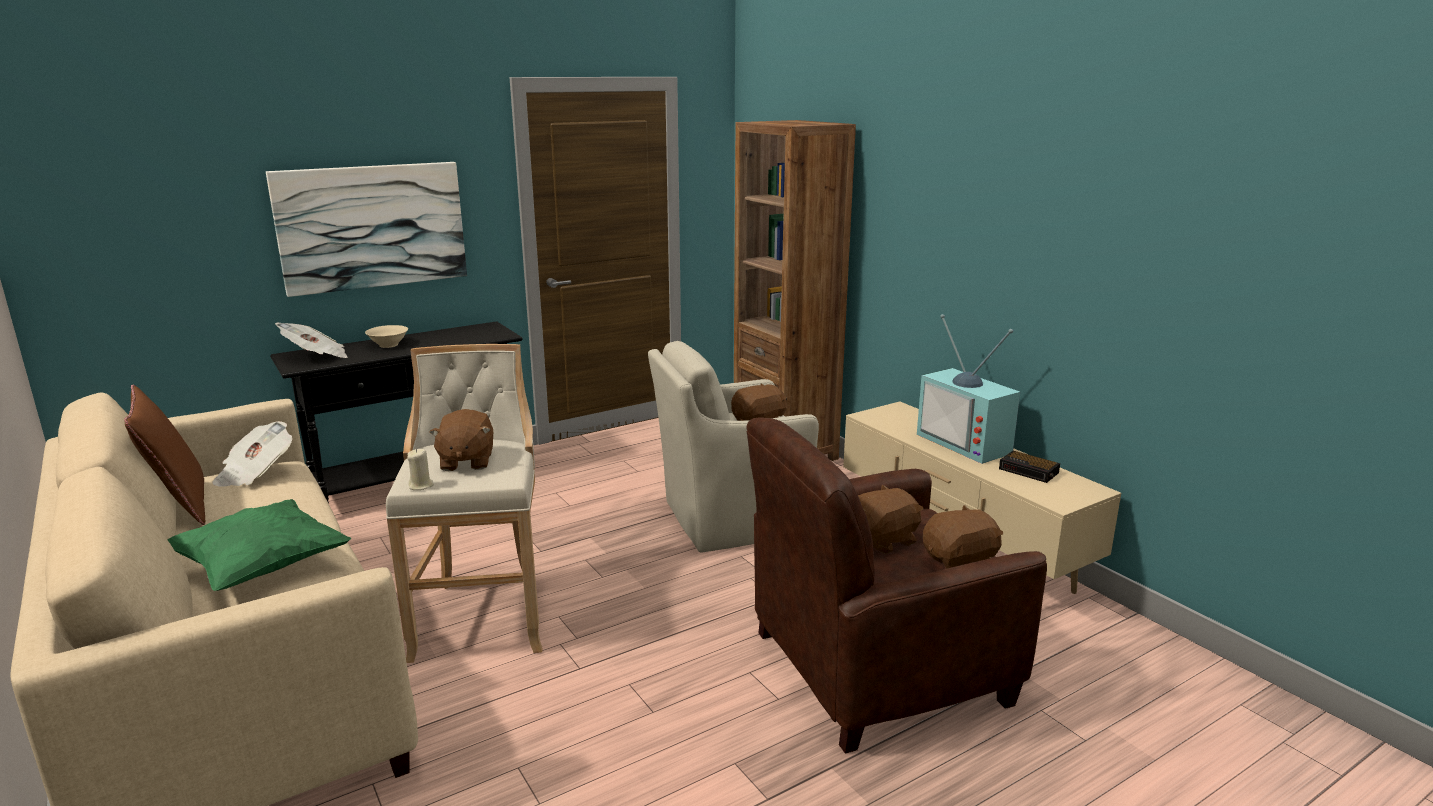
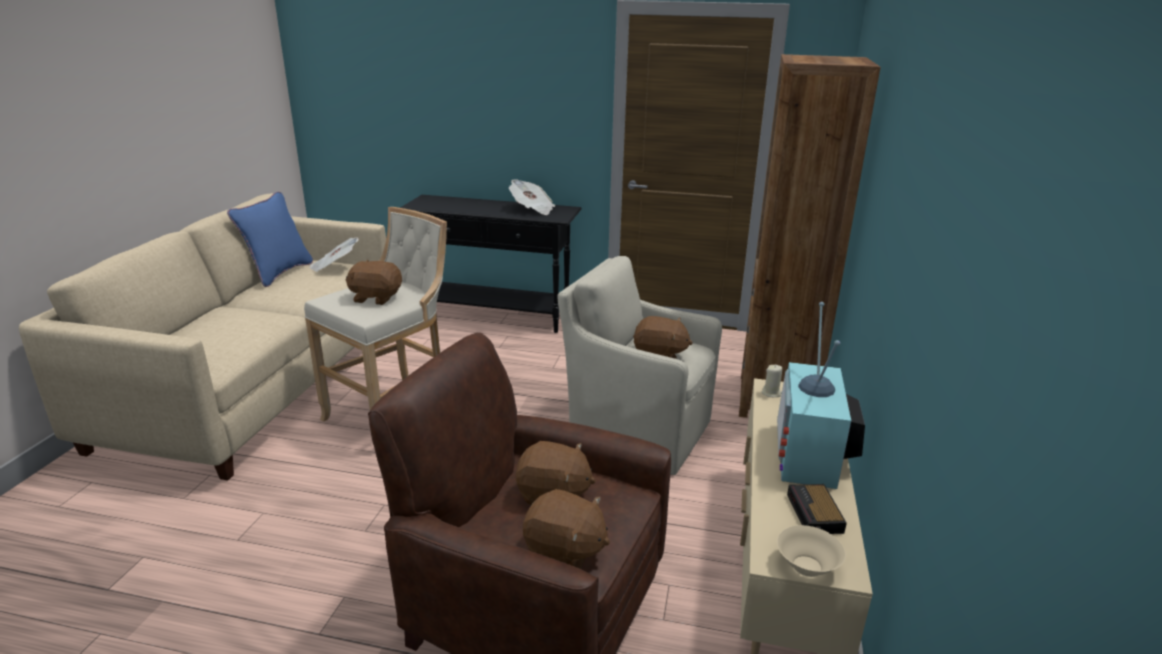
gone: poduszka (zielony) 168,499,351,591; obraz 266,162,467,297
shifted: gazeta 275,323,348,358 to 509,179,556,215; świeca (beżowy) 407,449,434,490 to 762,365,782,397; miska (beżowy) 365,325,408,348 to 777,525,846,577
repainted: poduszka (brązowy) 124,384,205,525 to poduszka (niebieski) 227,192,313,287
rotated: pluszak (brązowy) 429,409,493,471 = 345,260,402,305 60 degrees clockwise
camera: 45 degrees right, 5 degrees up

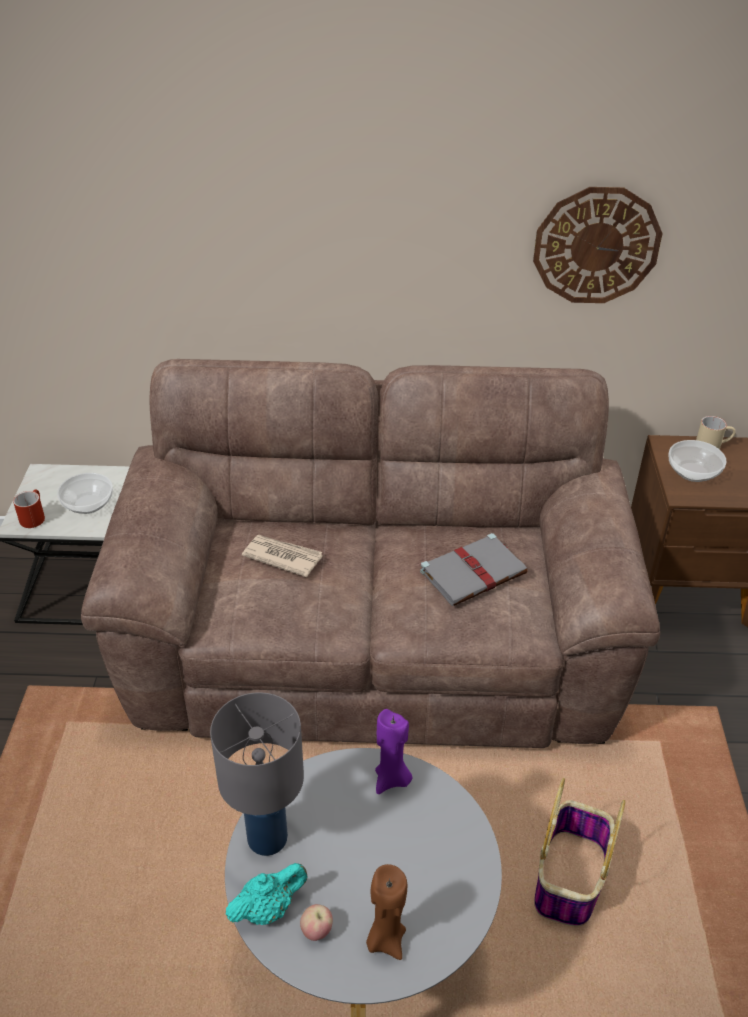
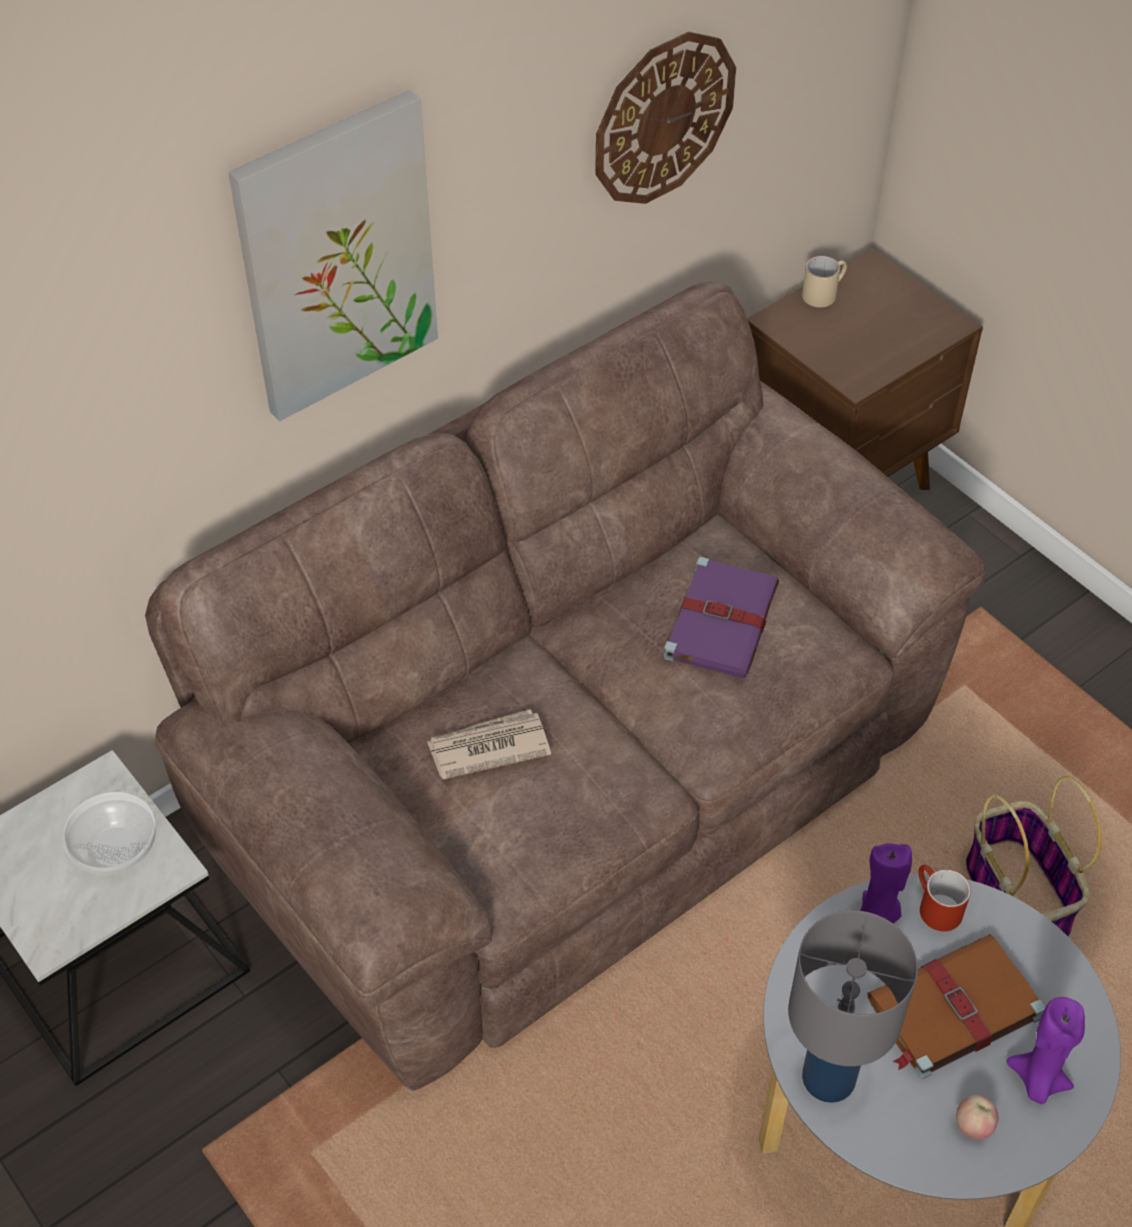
gone: imbryk (turkusowy) 226,863,307,925; miska 668,440,727,482
new: obraz 228,90,438,422; książka (brązowy) 867,934,1046,1079
shifted: kubek (czerwony) 13,489,45,528 to 918,865,971,932
repainted: książka (szary) 420,533,527,606 to książka (fioletowy) 663,557,779,678; świeca (brązowy) 366,864,407,960 to świeca (fioletowy) 1006,997,1085,1104
camera: 40 degrees left, 10 degrees up

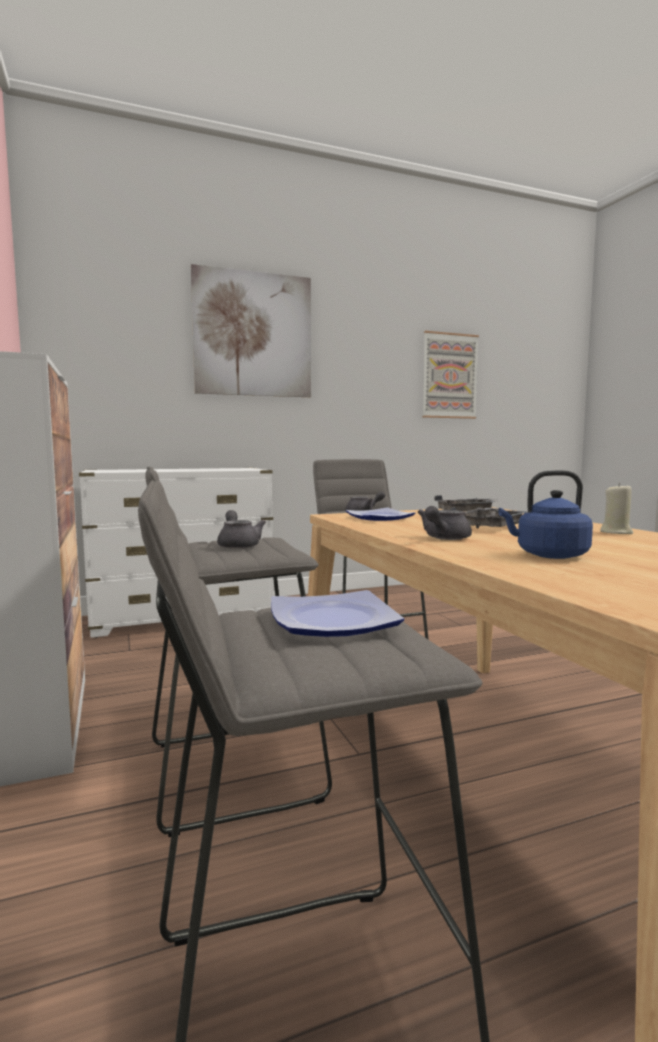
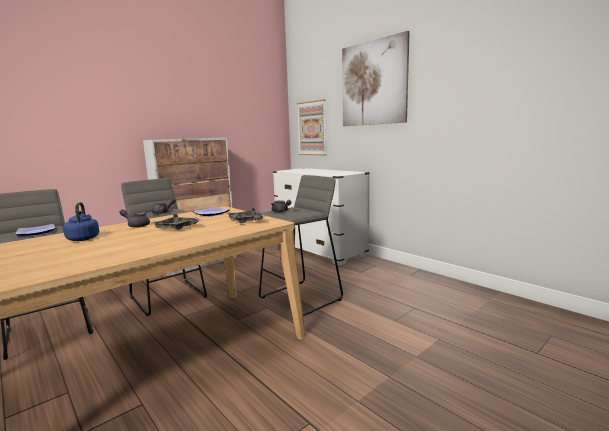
gone: świeca (beżowy) 600,483,633,534
shifted: obraz 422,331,479,419 to 297,99,326,156
camera: 70 degrees right, 5 degrees up

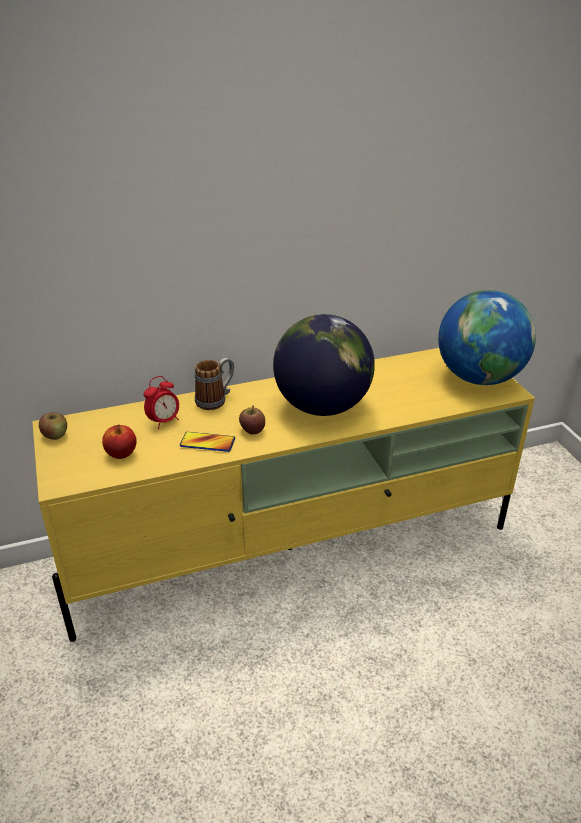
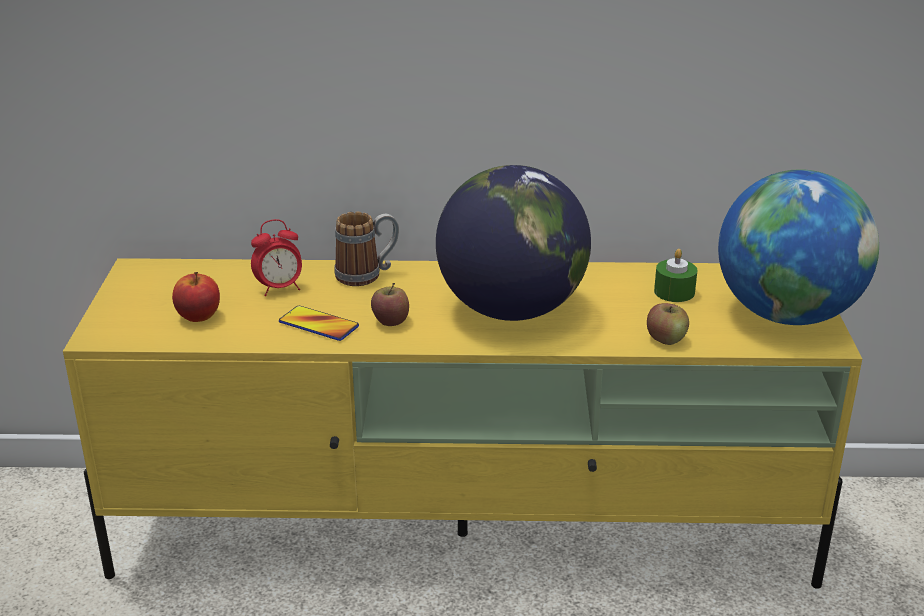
new: świeca (zielony) 654,249,697,302
shifted: jabłko 39,412,67,440 to 647,303,689,345
camera: 20 degrees right, 5 degrees down

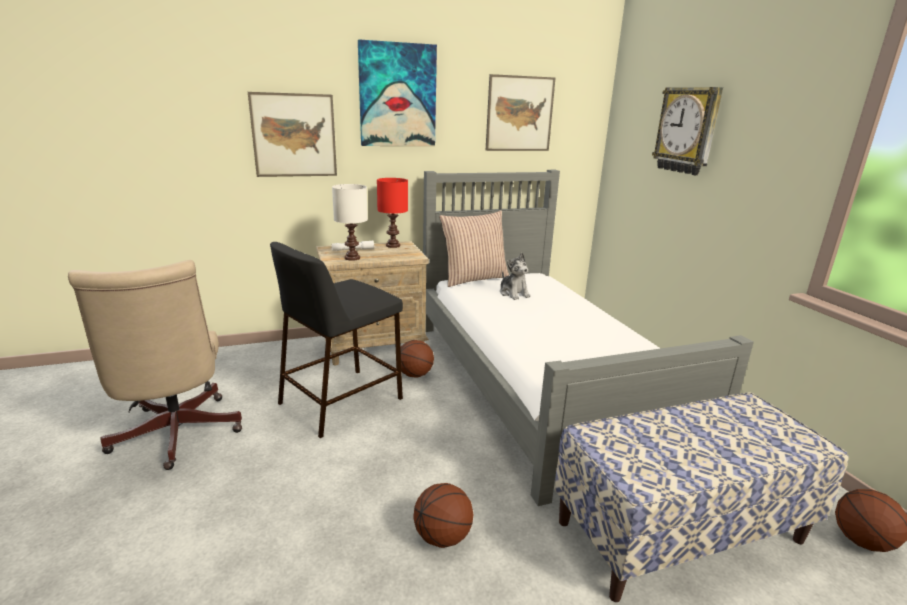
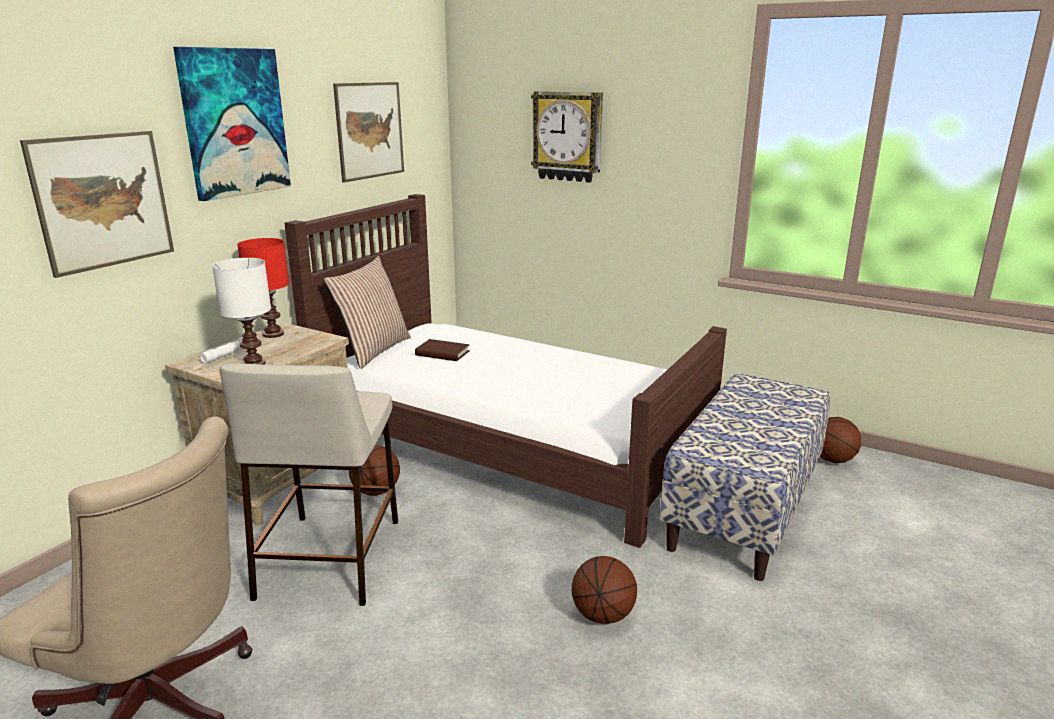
swapped: pluszak 500,253,531,300 to książka (brązowy) 415,339,470,361
repainted: stołek (czarny) 270,242,403,438 to stołek (beżowy) 219,363,398,606; łóżko (szary) 423,170,754,506 to łóżko (brązowy) 284,194,727,548
camera: 40 degrees left, 0 degrees up

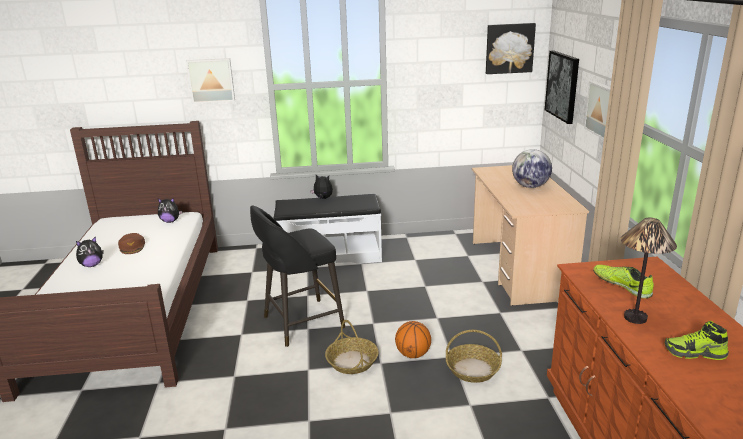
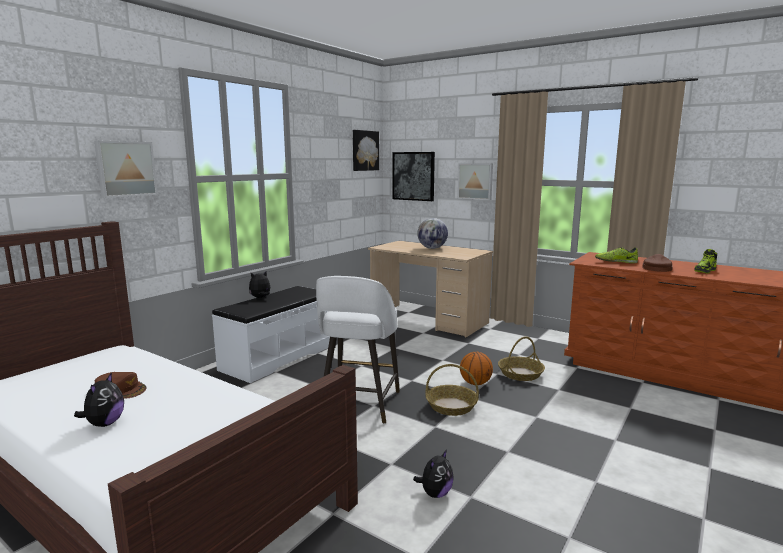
shifted: pluszak 158,198,182,223 to 413,450,454,498
swapped: lampa stołowa 620,217,677,324 to czapka z daszkiem (brązowy) 642,254,673,272
repainted: stołek (czarny) 250,206,345,347 to stołek (biały) 316,276,400,424
camera: 50 degrees left, 10 degrees down

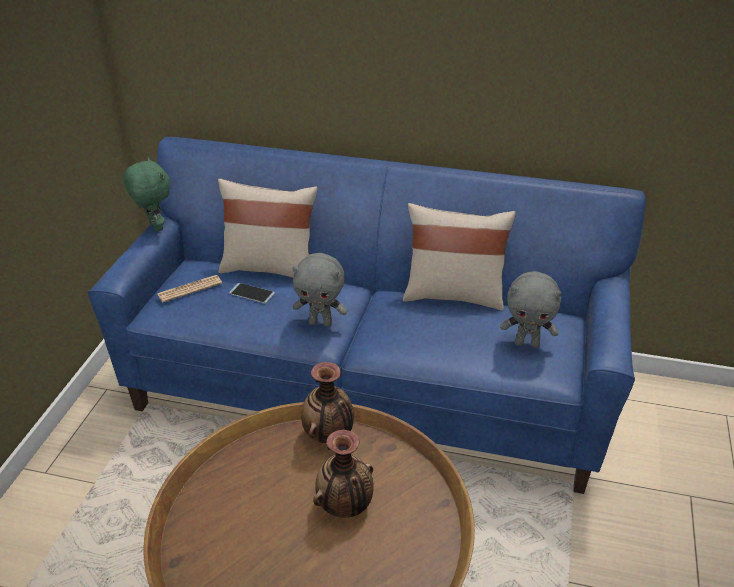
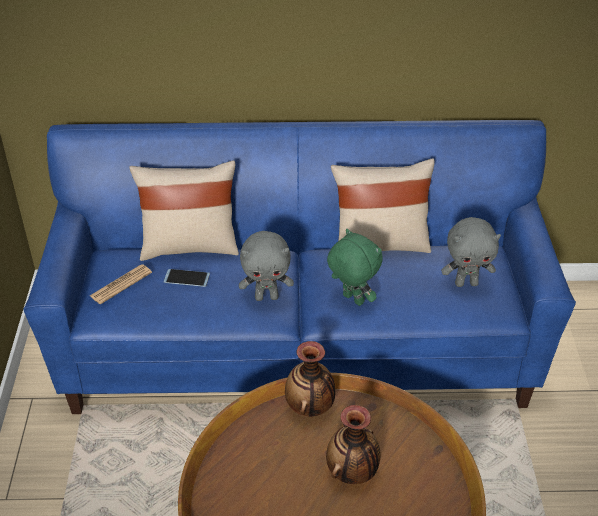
shifted: pluszak (zielony) 123,157,171,232 to 327,229,383,306
camera: 15 degrees left, 5 degrees up

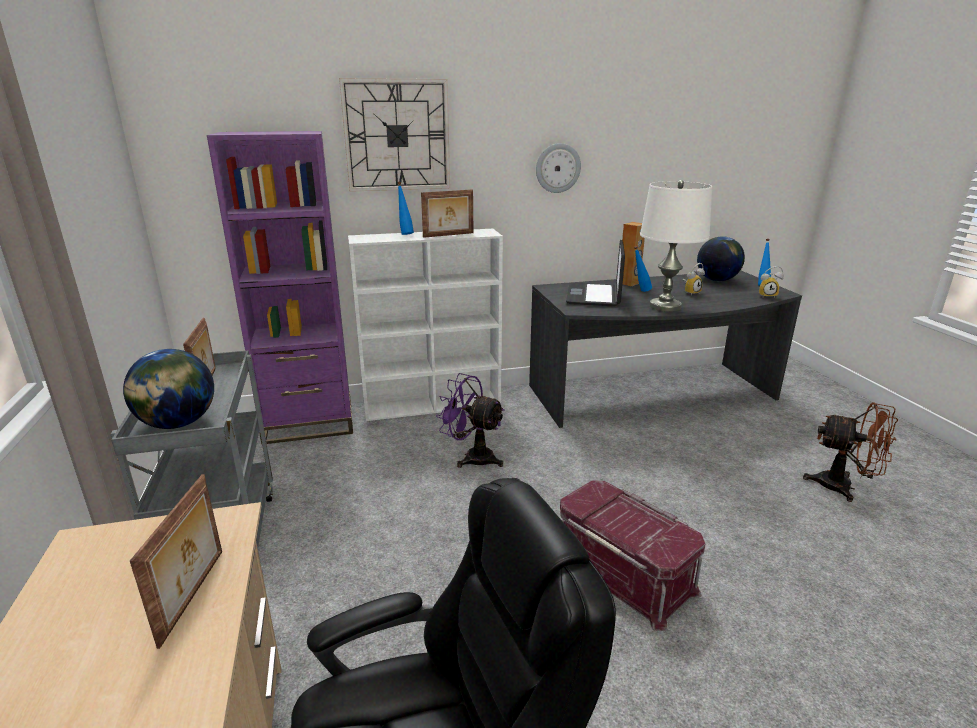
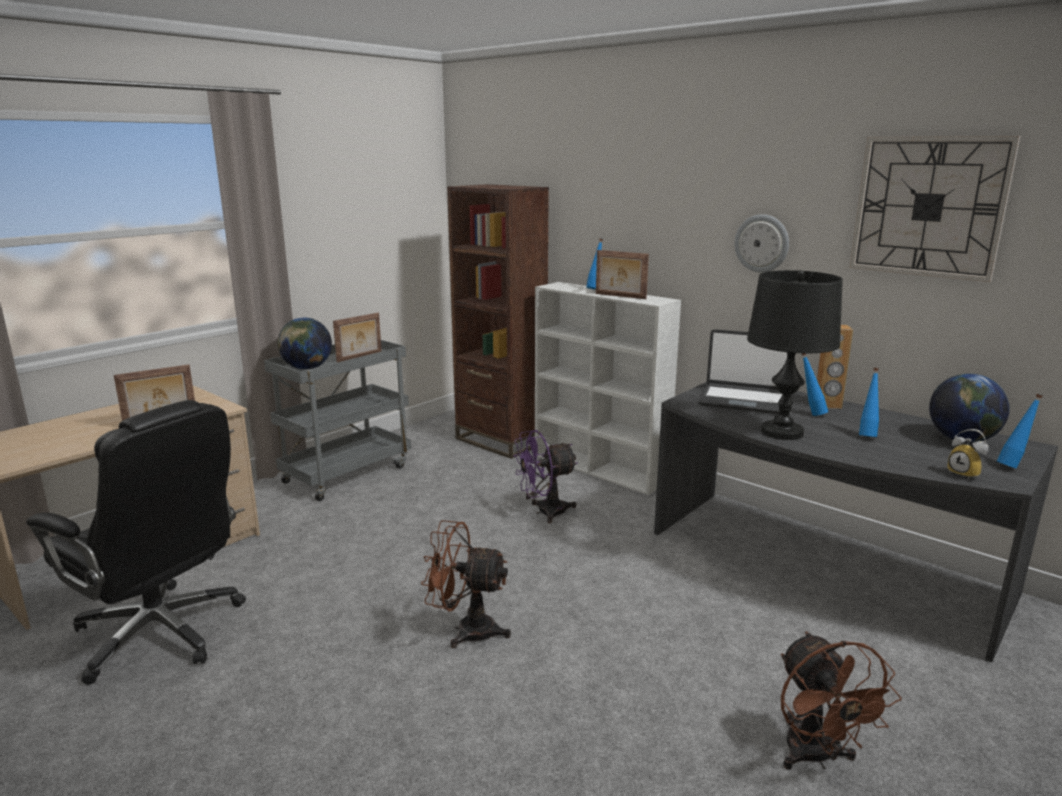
shifted: zegar ścienny 339,78,450,192 to 850,136,1020,282
swapped: pojemnik do przechowywania (czerwony) 560,480,705,631 to wentylator (brązowy) 421,520,511,648; budzik 683,263,705,295 to butelka (niebieski) 859,368,879,437
repainted: regał (fioletowy) 207,131,353,444 to regał (brązowy) 447,184,549,459; lampa stołowa (biały) 640,180,712,312 to lampa stołowa (czarny) 747,270,843,440
rotated: wentylator (fioletowy) 436,373,505,468 = 513,430,578,523 105 degrees counterclockwise; laptop 566,239,625,307 = 699,329,787,414 135 degrees counterclockwise
camera: 55 degrees right, 5 degrees down

